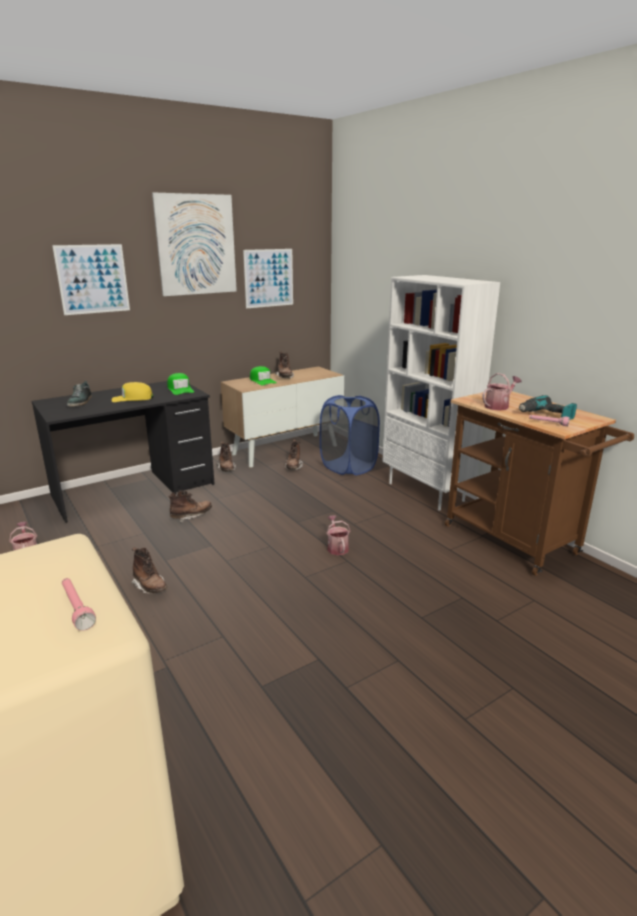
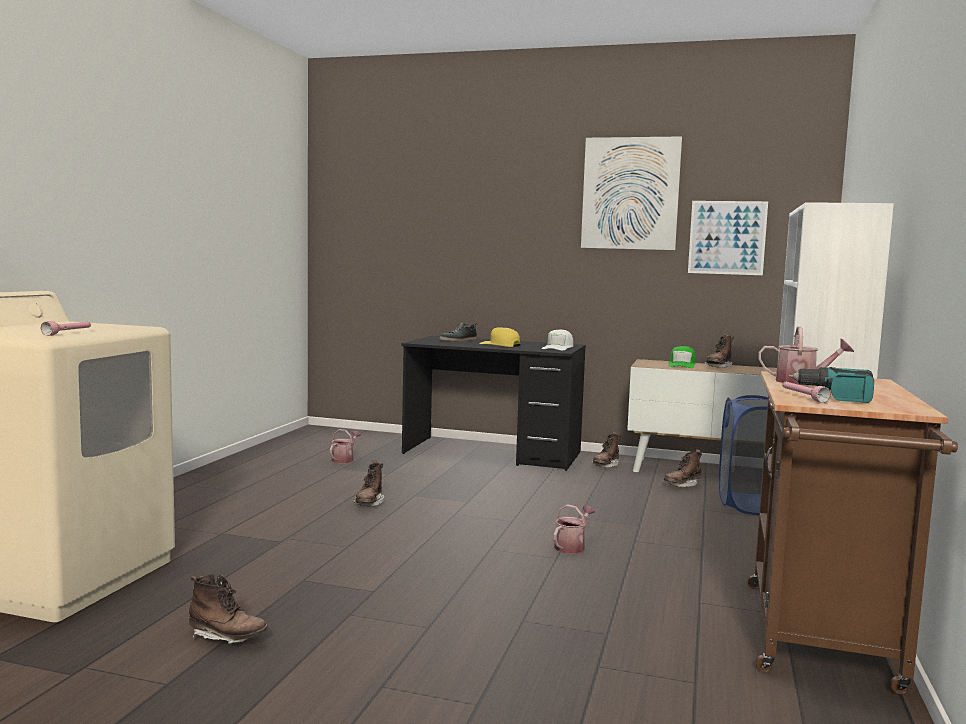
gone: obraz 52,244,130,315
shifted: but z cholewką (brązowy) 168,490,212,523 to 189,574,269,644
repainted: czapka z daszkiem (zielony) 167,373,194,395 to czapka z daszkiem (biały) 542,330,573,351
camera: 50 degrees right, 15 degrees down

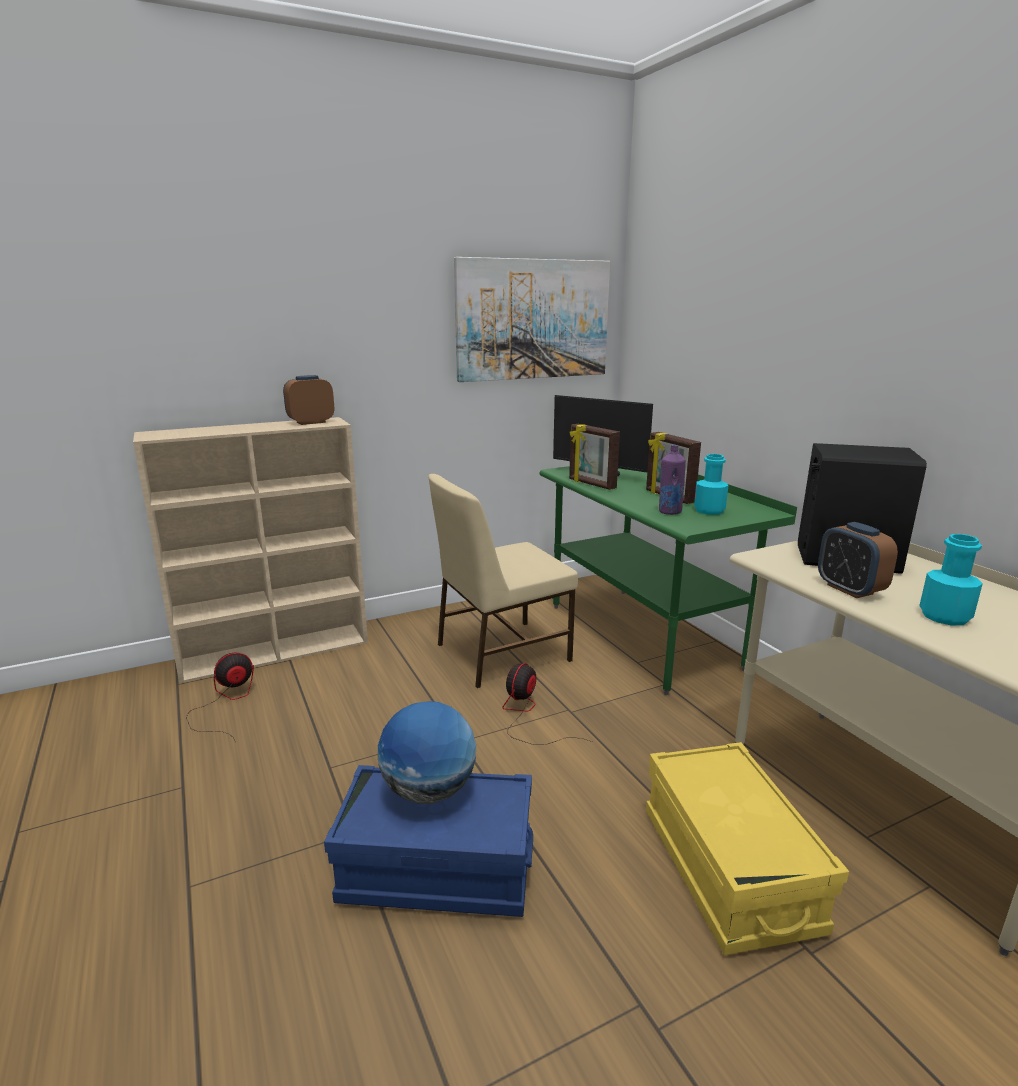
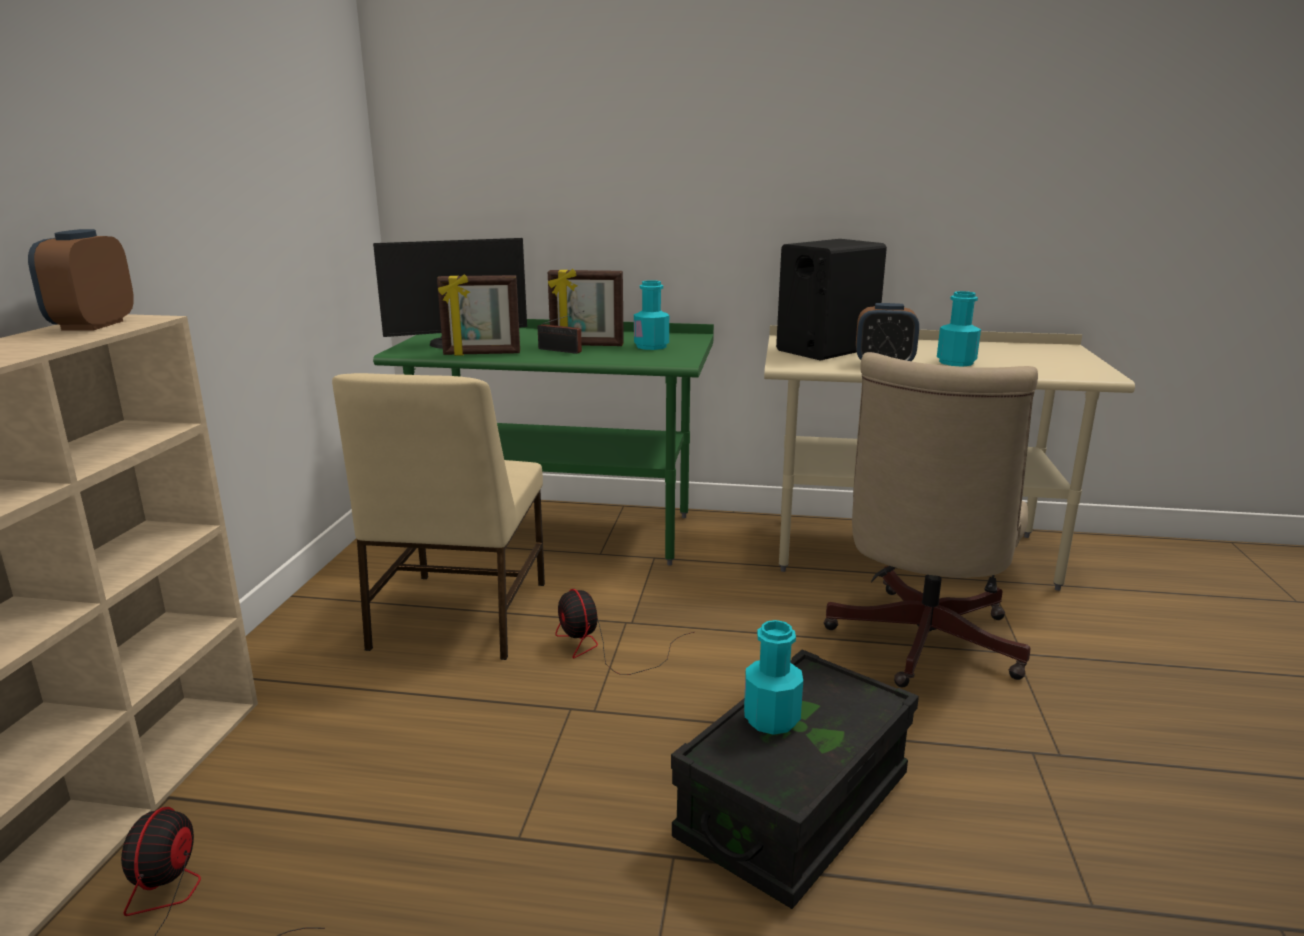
gone: obraz 454,257,610,382; butelka (fioletowy) 659,445,686,515
new: radio 538,311,584,354
swapped: globus 378,701,476,804 to butelka (turkusowy) 744,620,803,735; pojemnik do przechowywania (żółty) 646,742,849,955 to krzesło biurowe (beżowy) 823,352,1038,687
repainted: pojemnik do przechowywania (niebieski) 324,765,533,917 to pojemnik do przechowywania (czarny) 671,649,919,909
camera: 55 degrees left, 0 degrees up

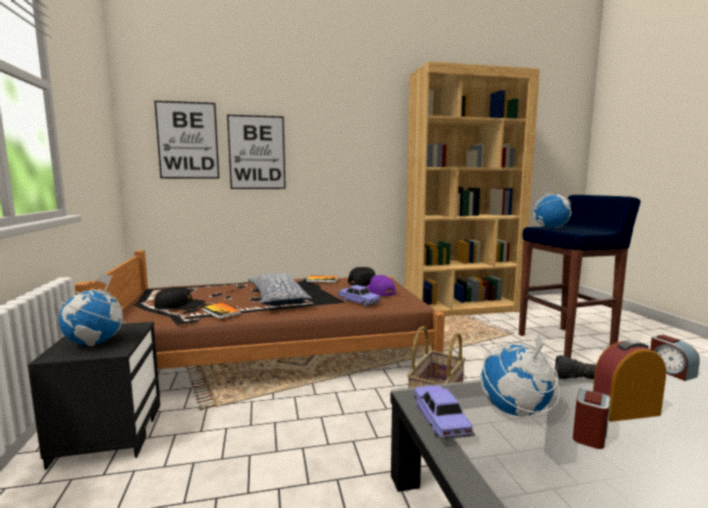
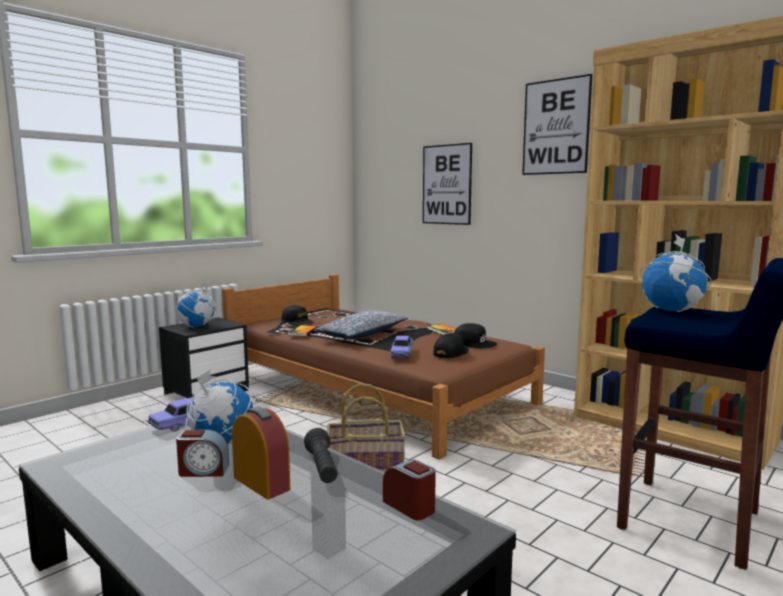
shifted: obraz 154,101,219,178 to 522,74,593,175
repainted: czapka z daszkiem (fioletowy) 366,275,396,296 to czapka z daszkiem (czarny) 433,333,469,358
rotated: budzik 650,335,700,381 = 383,459,436,520 105 degrees clockwise
camera: 55 degrees right, 0 degrees up

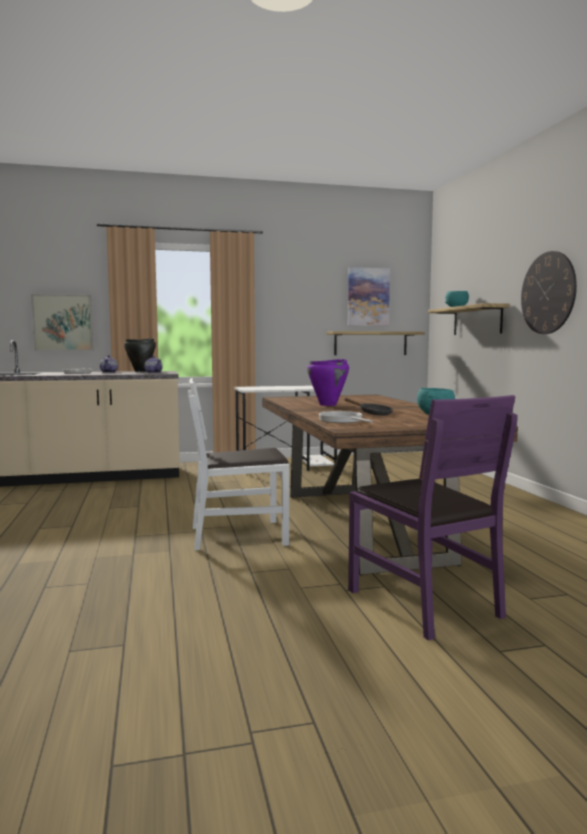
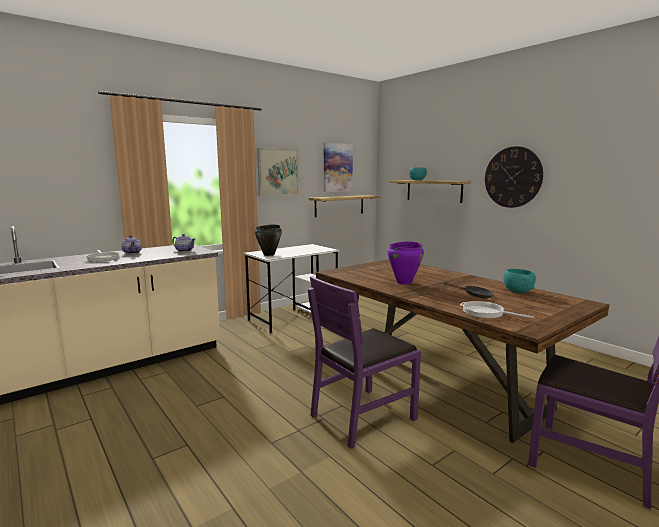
shifted: garnek (czarny) 124,338,156,372 to 255,224,282,256; obraz 31,294,93,351 to 257,148,299,196
repainted: krzesło (biały) 188,378,289,550 to krzesło (fioletowy) 308,276,421,449
camera: 25 degrees left, 5 degrees up

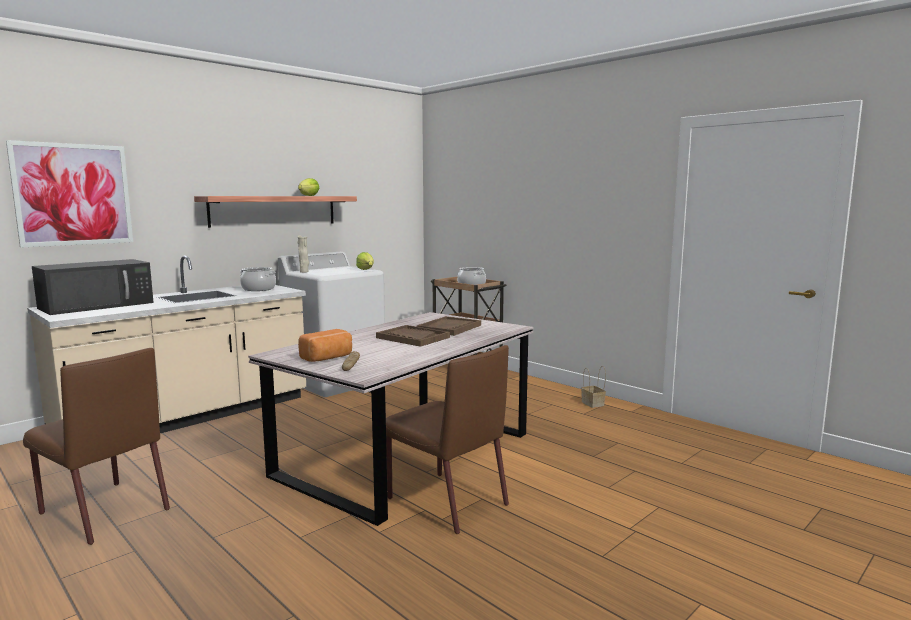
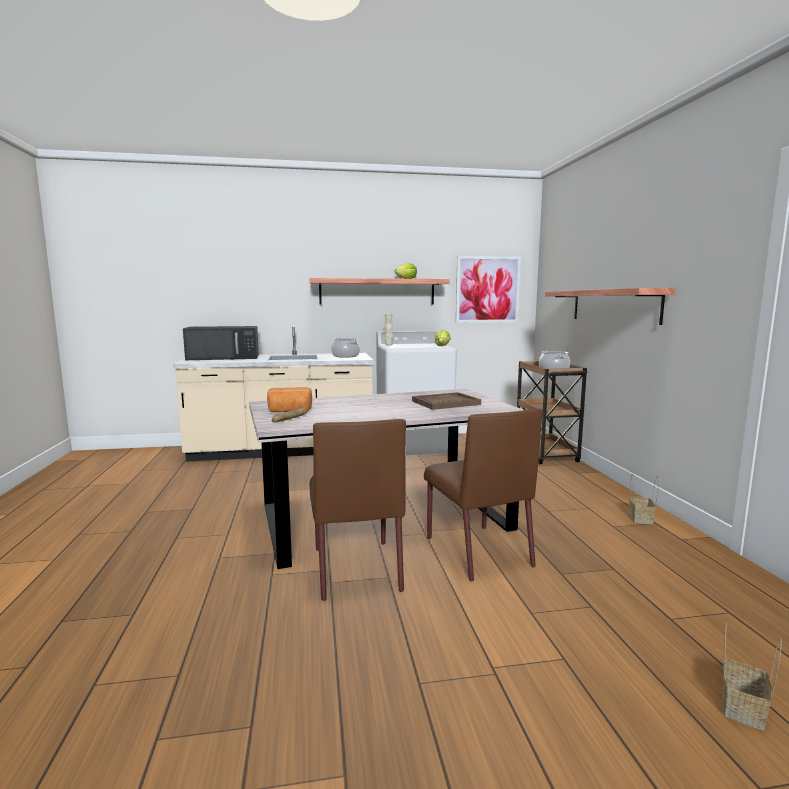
gone: taca (brązowy) 376,325,450,347
new: półka 545,288,675,325; koszyk 722,622,782,730
shifted: krzesło (brązowy) 23,348,170,545 to 424,408,543,582; obraz 6,140,133,247 to 456,256,521,323
camera: 35 degrees right, 0 degrees up

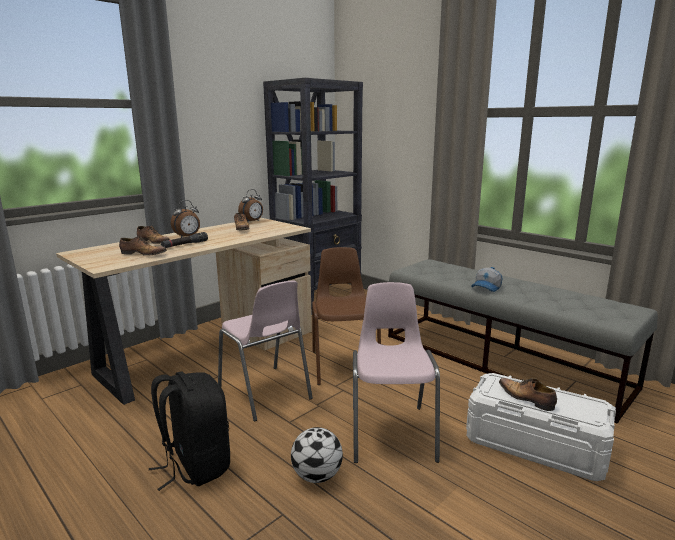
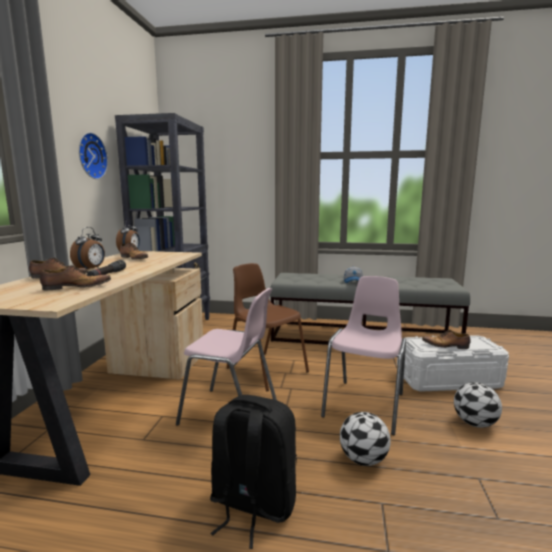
new: zegar ścienny 79,132,108,179; piłka futbolowa 454,382,502,428
rotated: krzesło (różowy) 353,282,440,463 = 321,276,406,435 60 degrees clockwise
camera: 35 degrees left, 5 degrees down

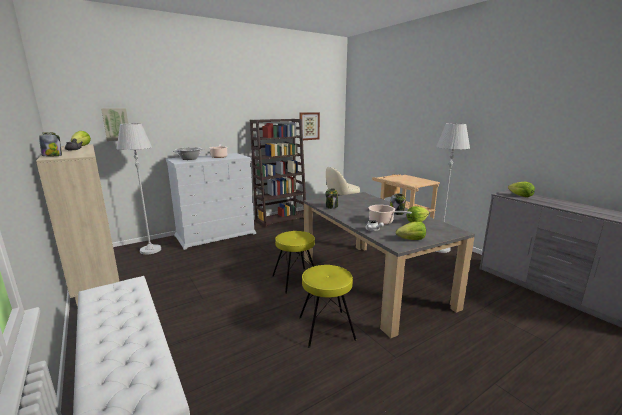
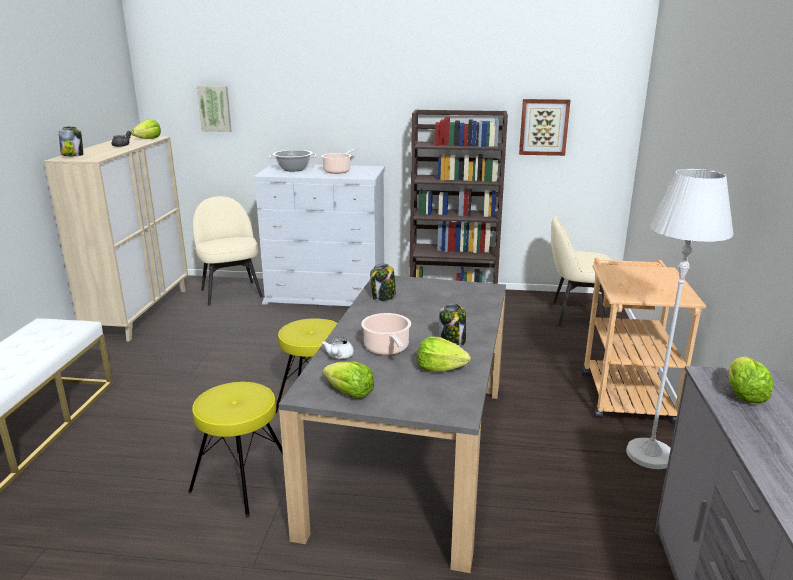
swapped: lampa stojąca (biały) 116,123,161,255 to krzesło (beżowy) 193,196,263,306
camera: 40 degrees right, 5 degrees up

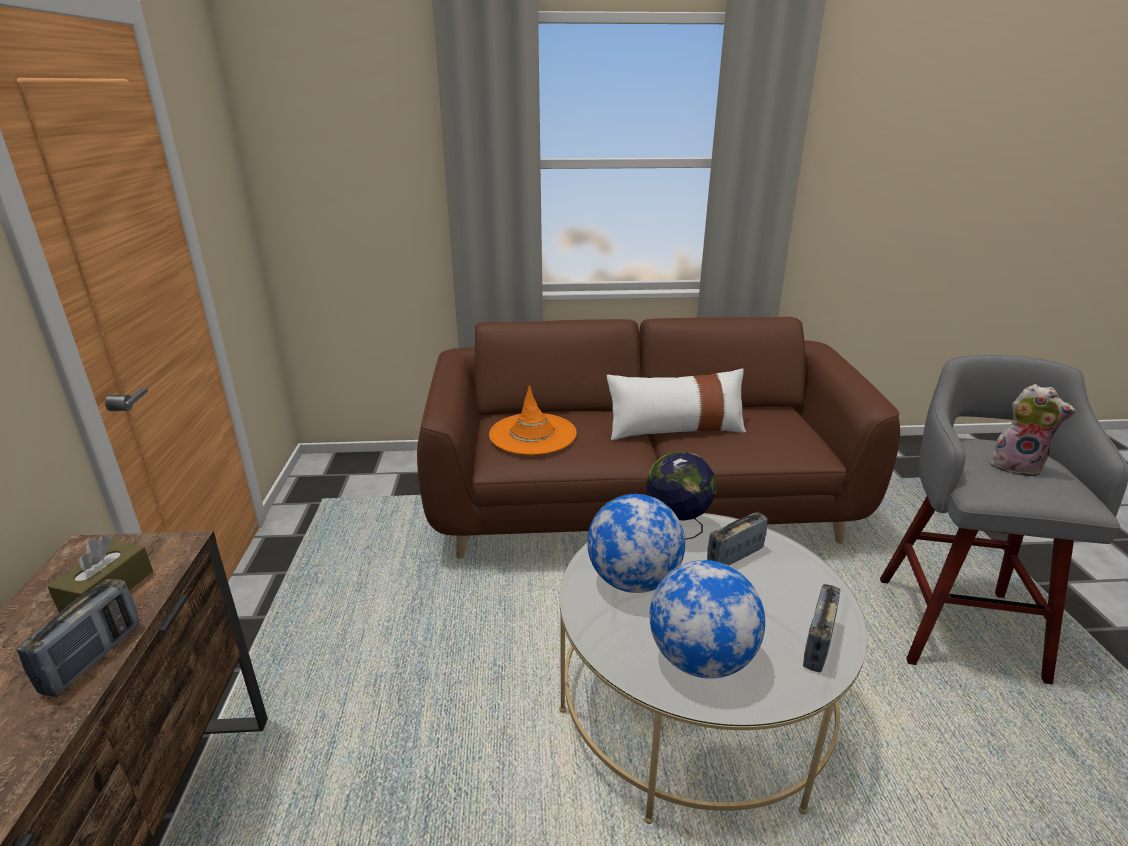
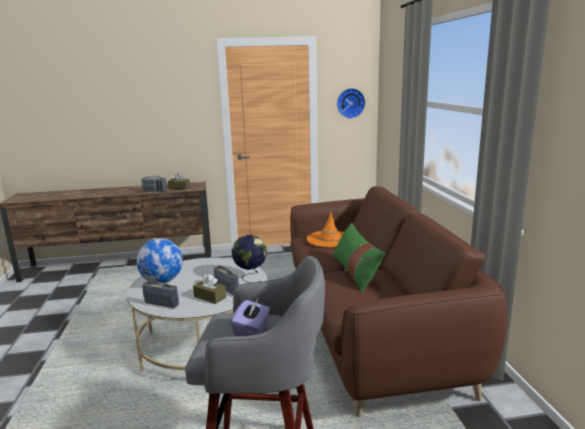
gone: globus 587,494,685,593
new: pudełko chusteczek (brązowy) 193,274,226,304; zegar ścienny 337,88,365,119
swapped: pluszak 989,384,1076,477 to pudełko chusteczek (fioletowy) 231,299,270,336
repainted: poduszka (biały) 607,369,746,440 to poduszka (zielony) 333,223,385,292
camera: 85 degrees right, 10 degrees down

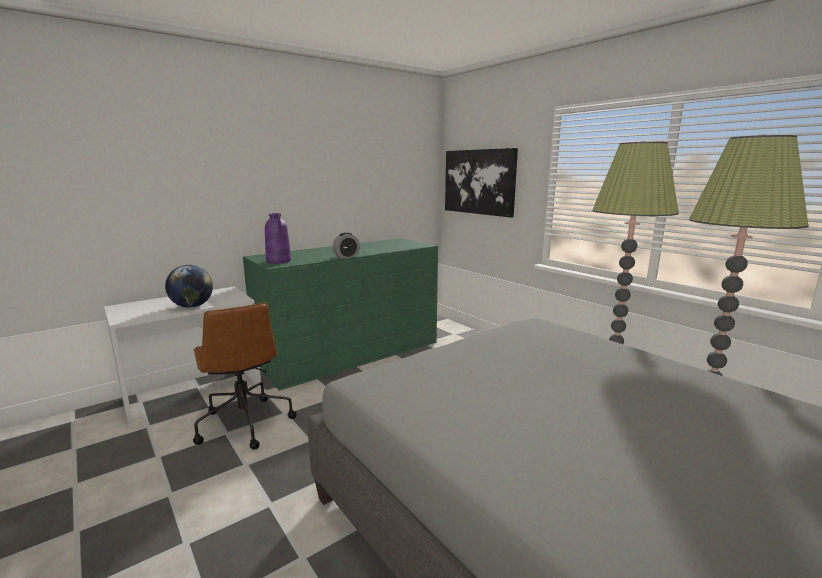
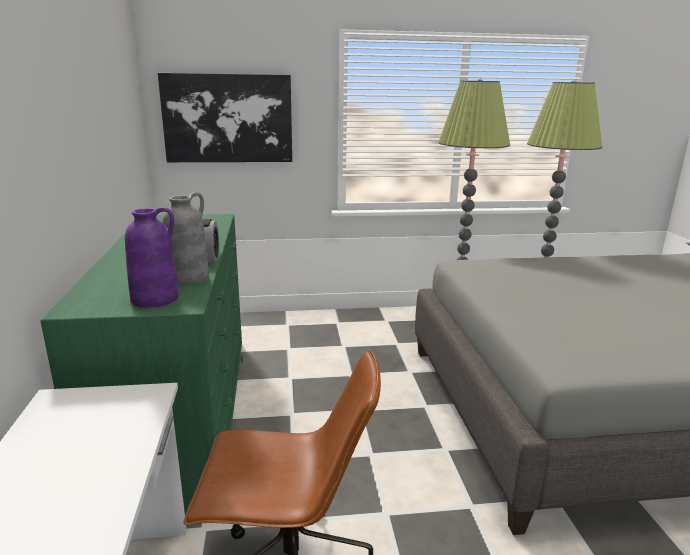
gone: globus 165,265,213,308
new: wazon (szary) 163,192,209,285
camera: 60 degrees left, 5 degrees up

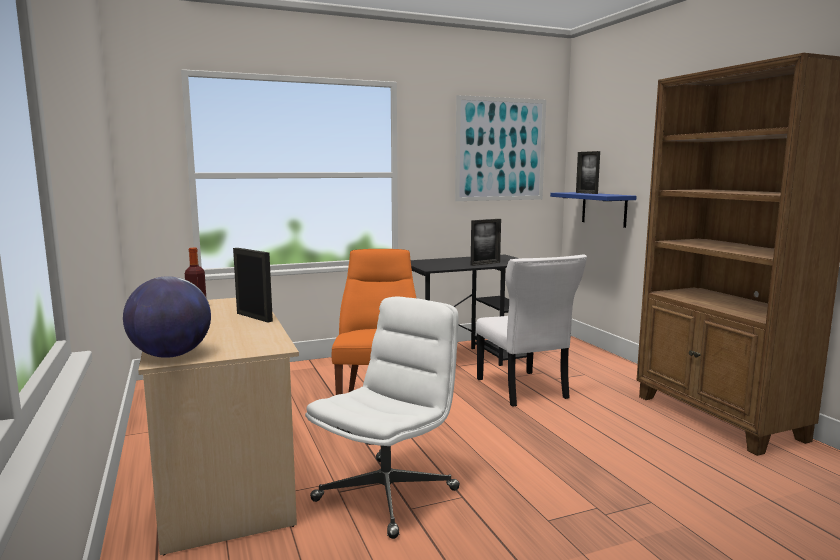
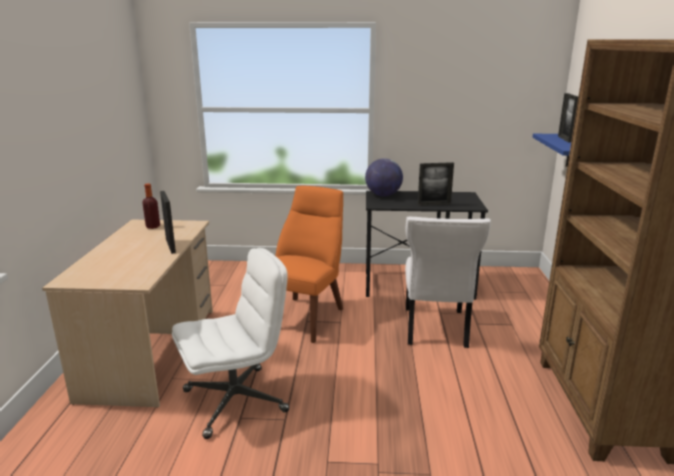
gone: obraz 455,95,546,201
shifted: globus 123,276,211,358 to 365,158,403,196
camera: 25 degrees right, 10 degrees up

